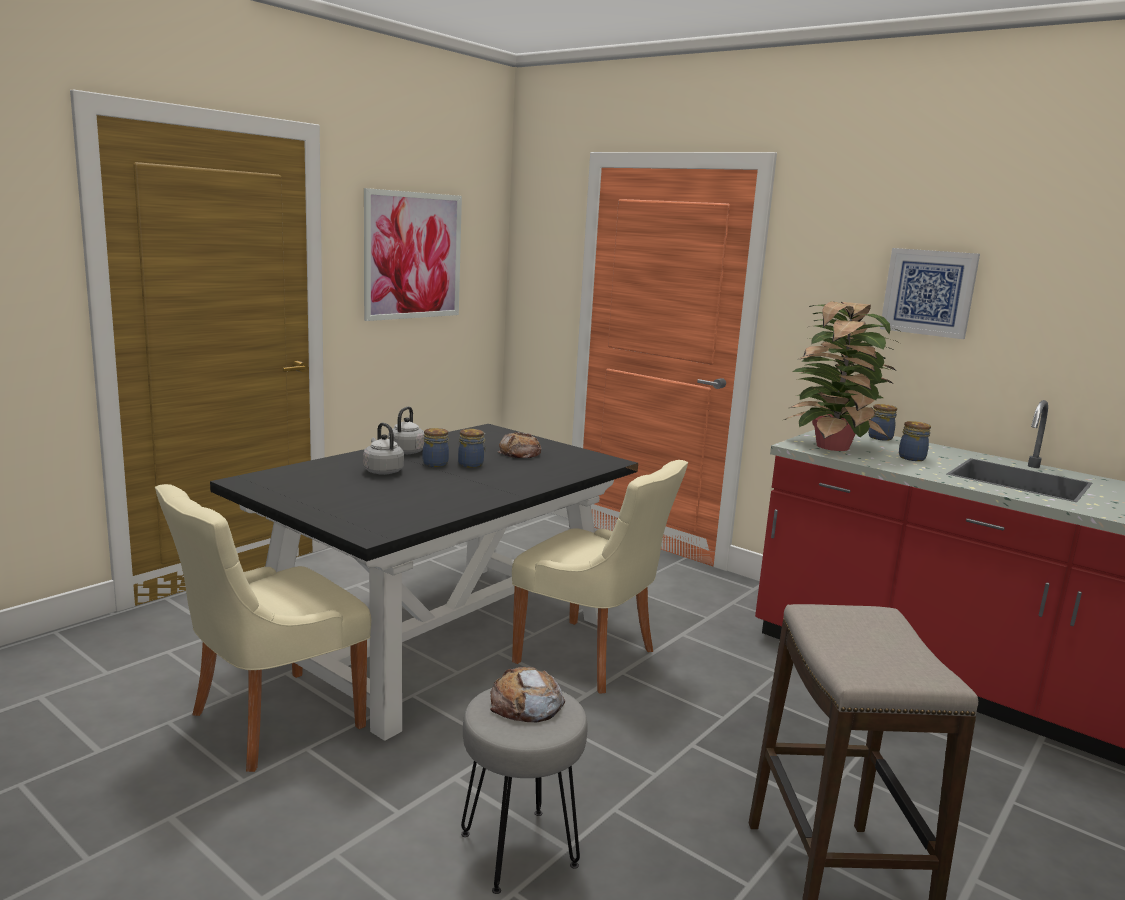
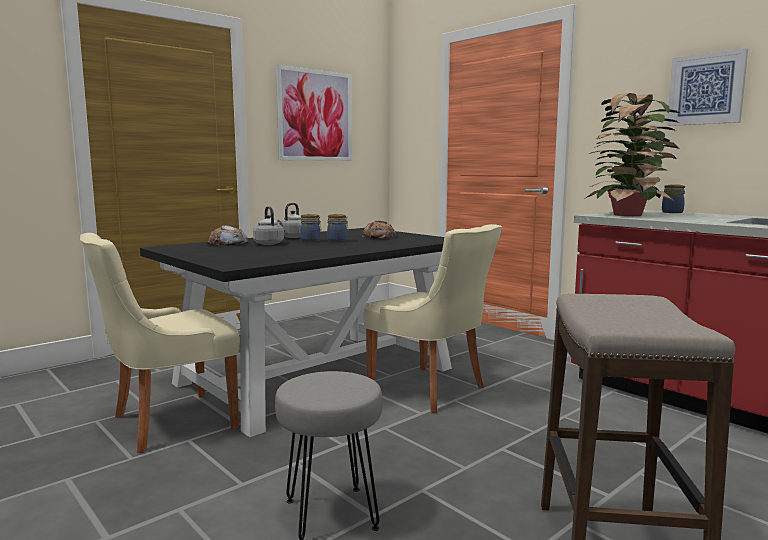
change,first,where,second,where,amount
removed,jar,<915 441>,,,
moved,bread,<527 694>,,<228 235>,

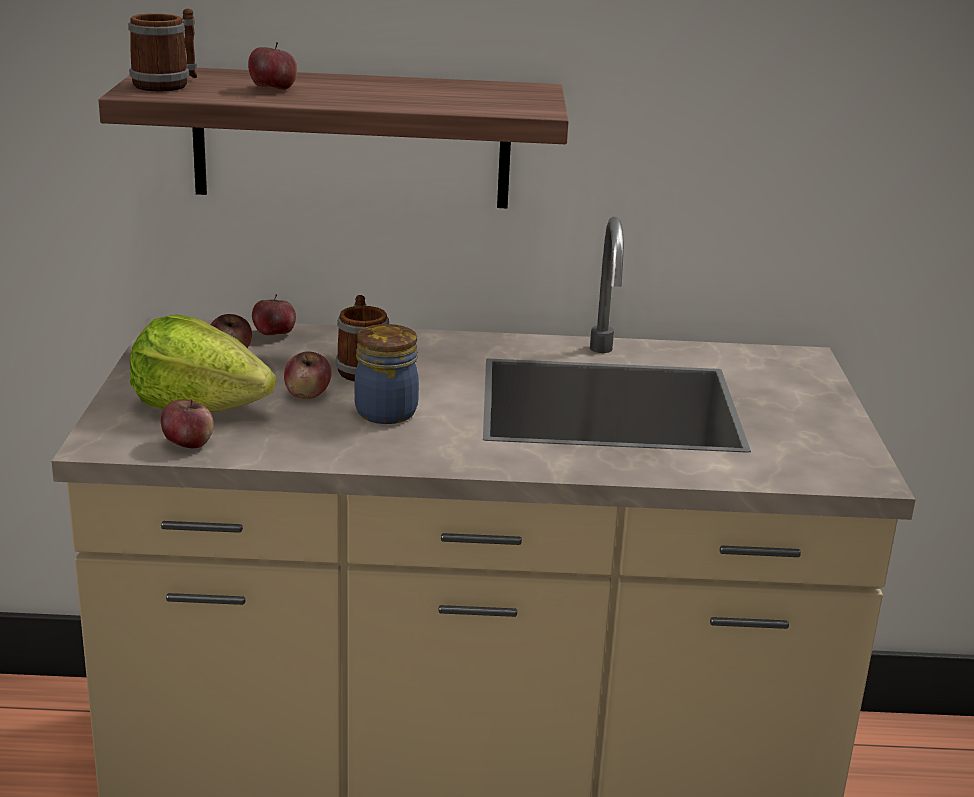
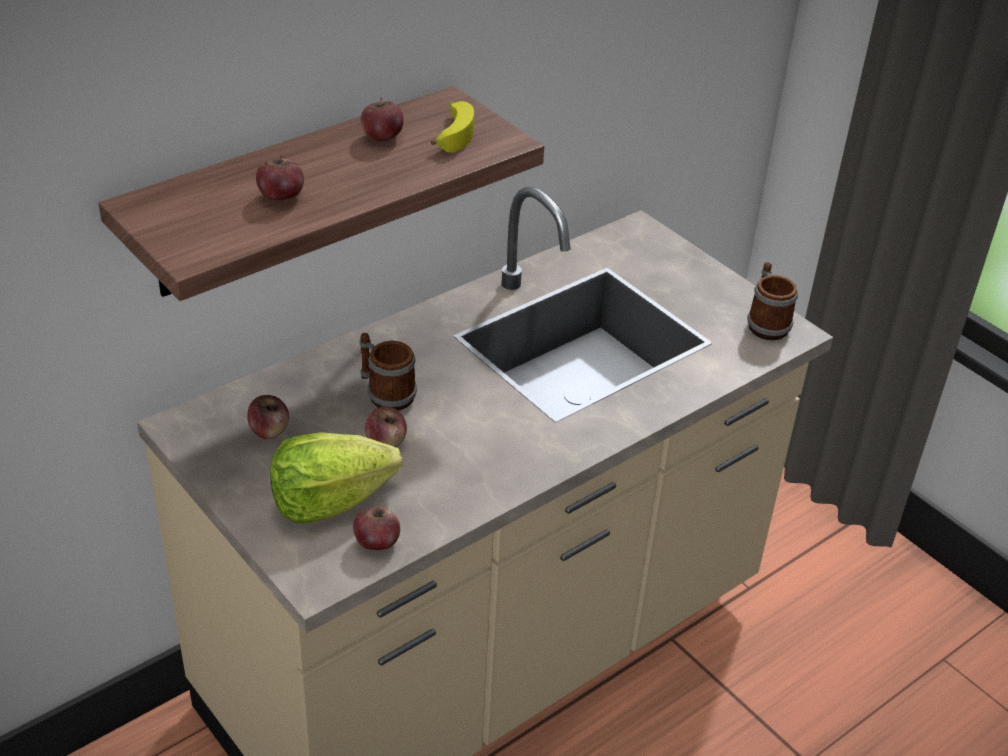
change,first,where,second,where,amount
moved,mug,<162 50>,,<772 301>,
moved,apple,<274 314>,,<382 119>,
removed,jar,<386 374>,,,
added,,,banana,<452 127>,

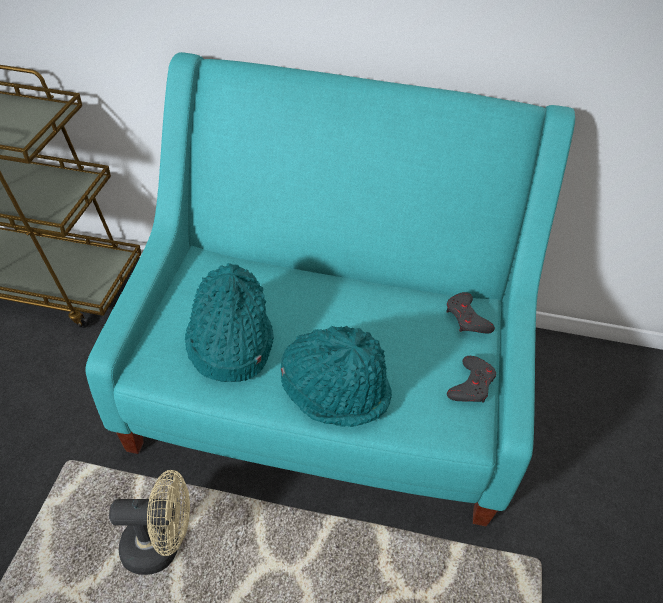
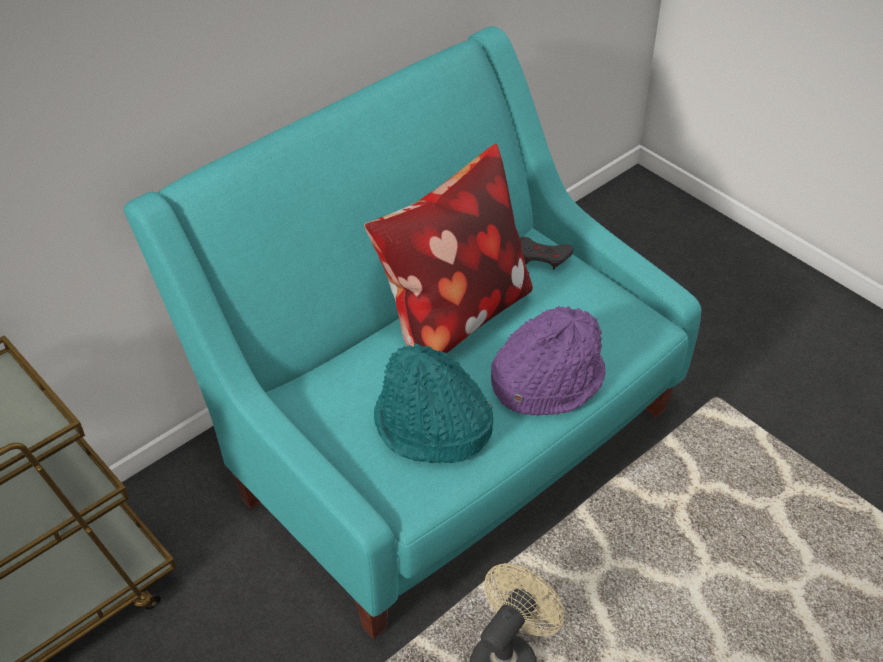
change,first,where,second,where,amount
recoloured,turquoise_hat,<336 376>,purple_hat,<548 361>,
removed,grey_game_controller,<471 379>,,,
added,,,pillow,<448 248>,

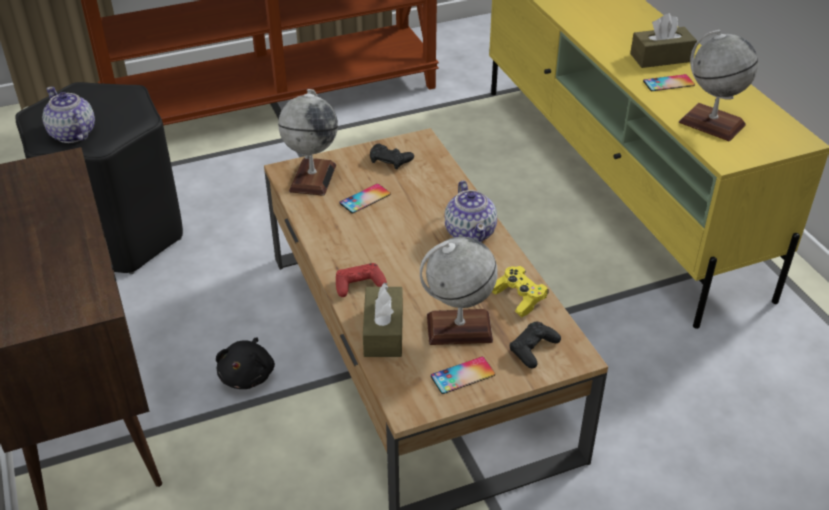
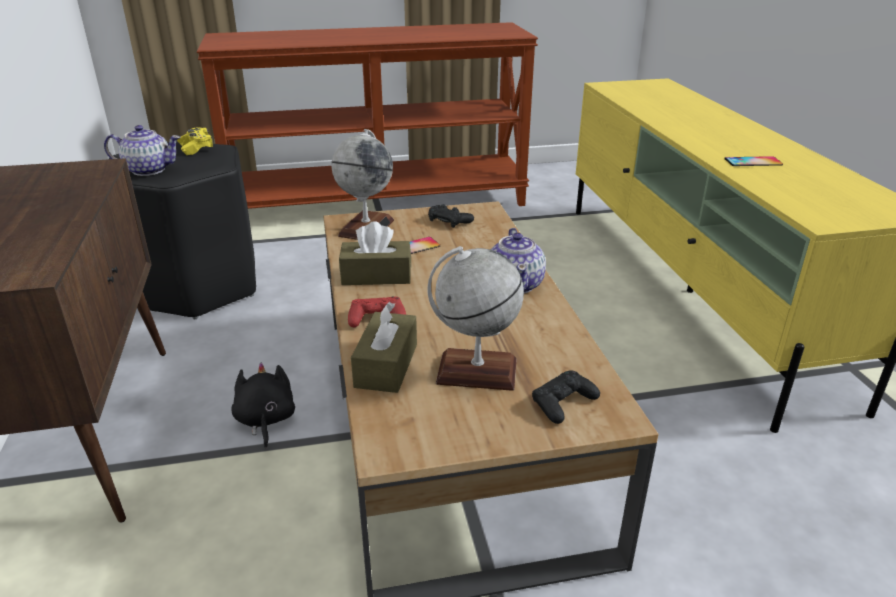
change,first,where,second,where,amount
moved,brown_tissue_box,<663 40>,,<375 253>,
removed,globe,<718 85>,,,
turned,teapot,<68 115>,,<142 150>,120 degrees clockwise
moved,yellow_game_controller,<520 291>,,<195 141>,
turned,black_plush_toy,<245 363>,,<263 406>,150 degrees clockwise
removed,phone,<463 375>,,,

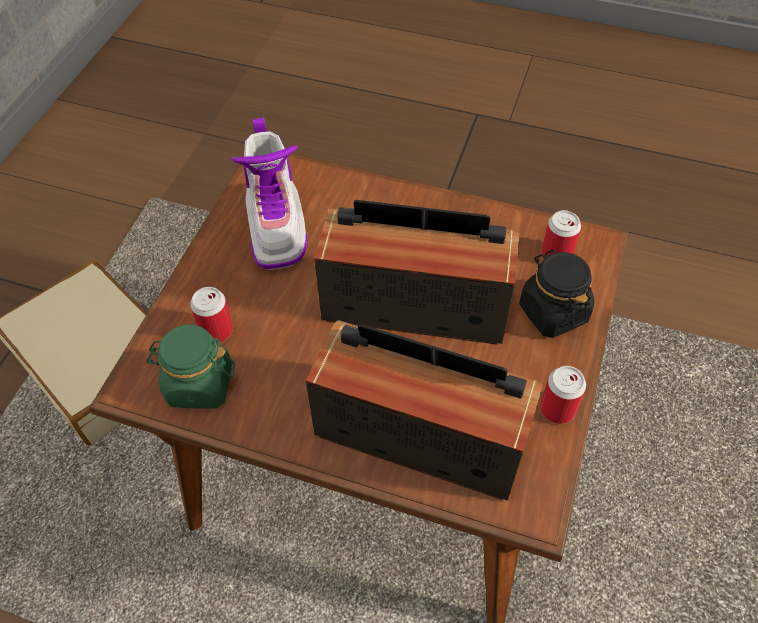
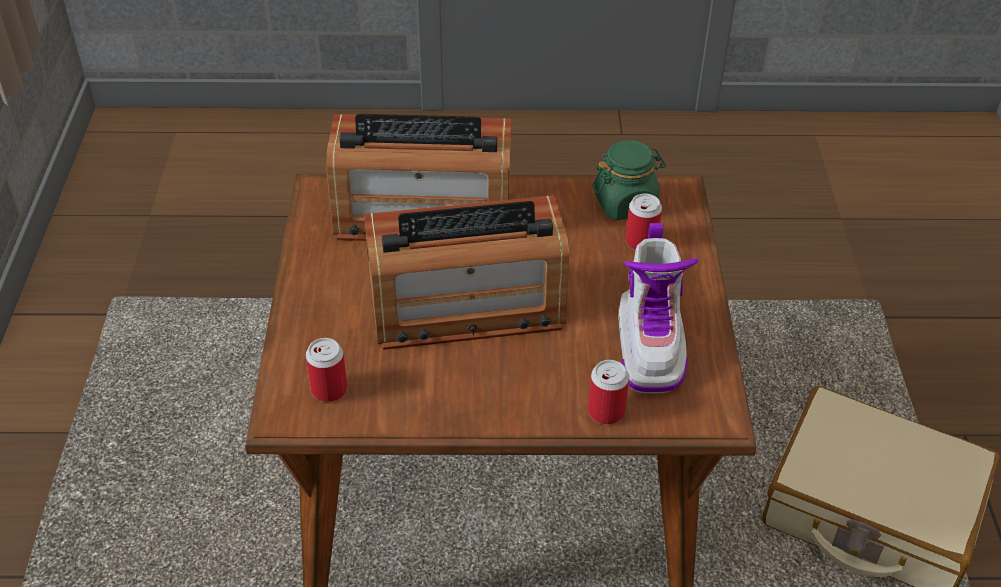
change,first,where,second,where,amount
turned,boot,<269 194>,,<658 308>,150 degrees counterclockwise
removed,black_jar,<556 294>,,,
moved,can,<563 395>,,<608 392>,

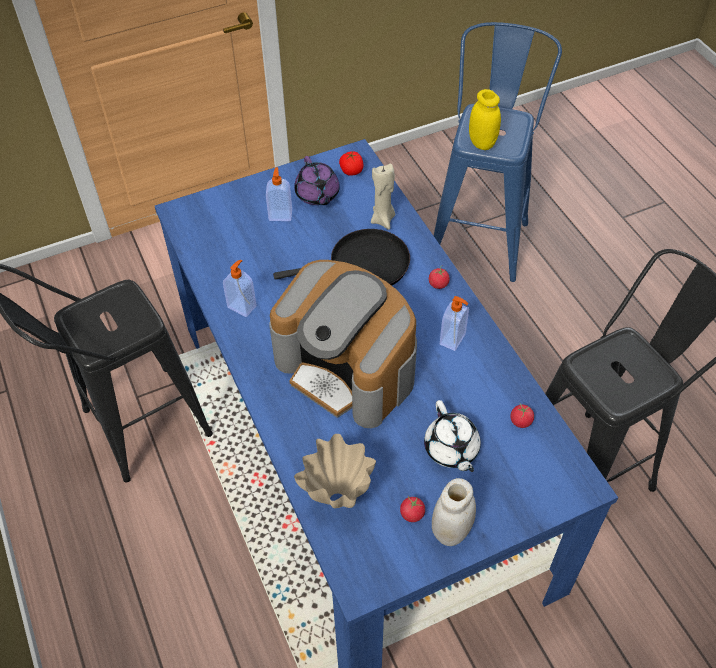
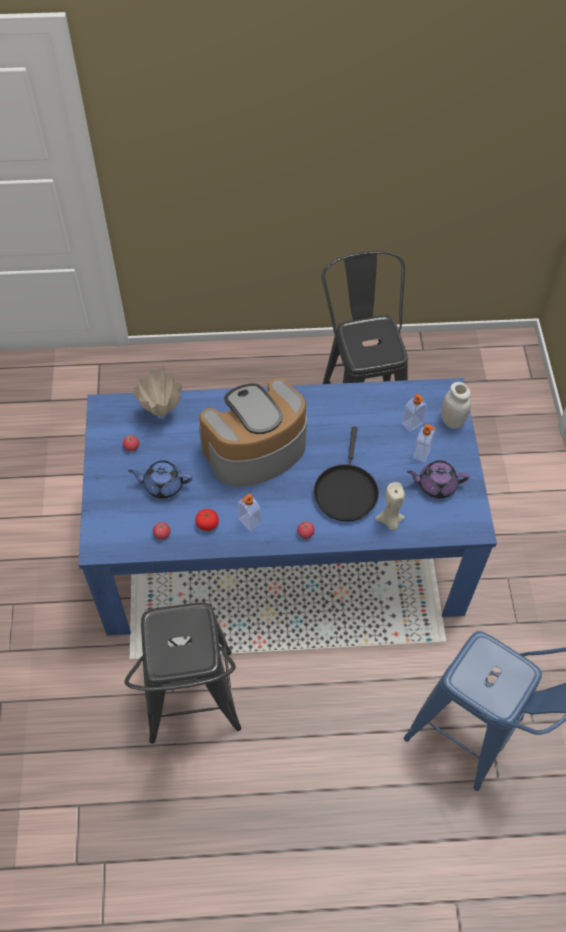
change,first,where,second,where,amount
removed,yellow_jar,<485 119>,,,
moved,tomato,<351 163>,,<207 520>,
moved,soap_dispenser,<240 288>,,<414 412>,
recoloured,white_teapot,<452 436>,blue_teapot,<160 479>,
moved,white_jar,<454 512>,,<456 405>,

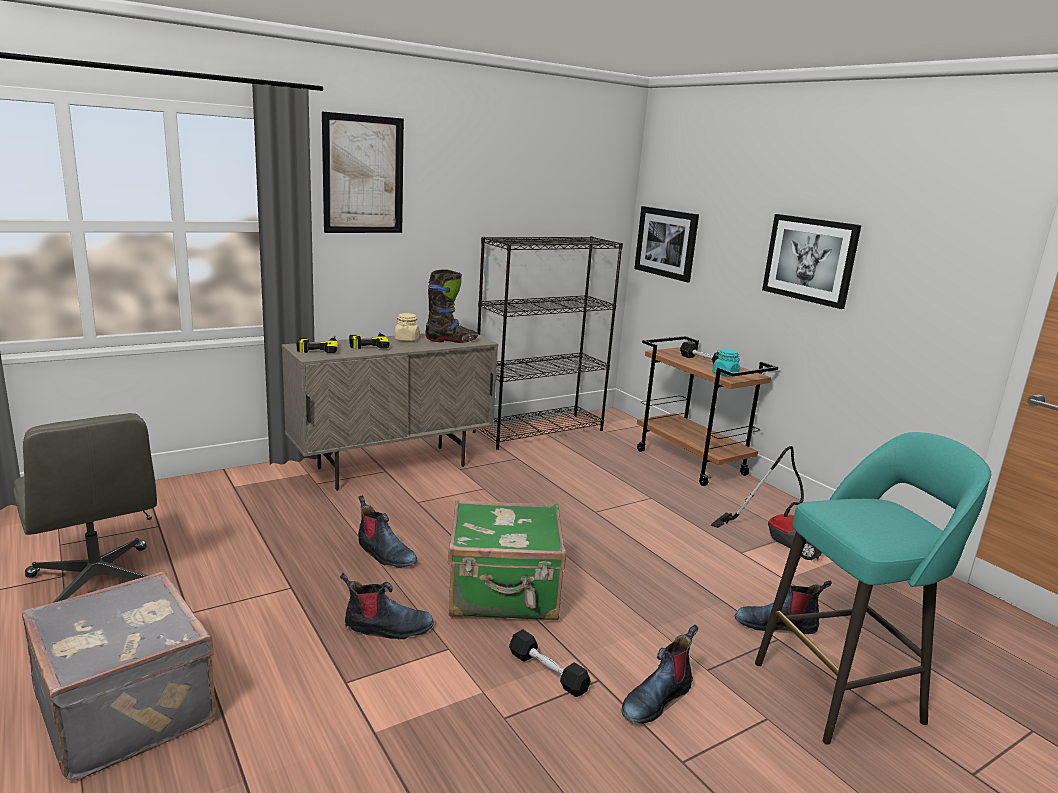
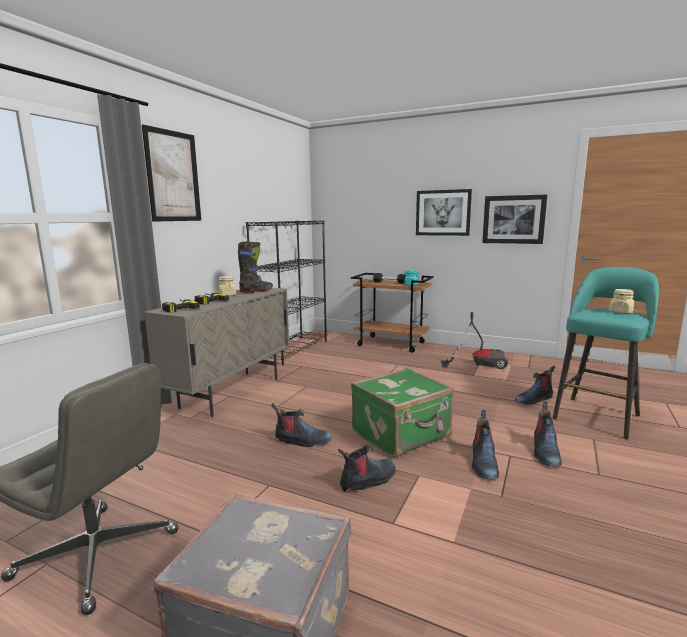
change,first,where,second,where,amount
moved,picture,<666 244>,,<514 219>,
replaced,black_dumbbell,<550 663>,boot,<485 444>,
added,,,beige_jar,<621 301>,

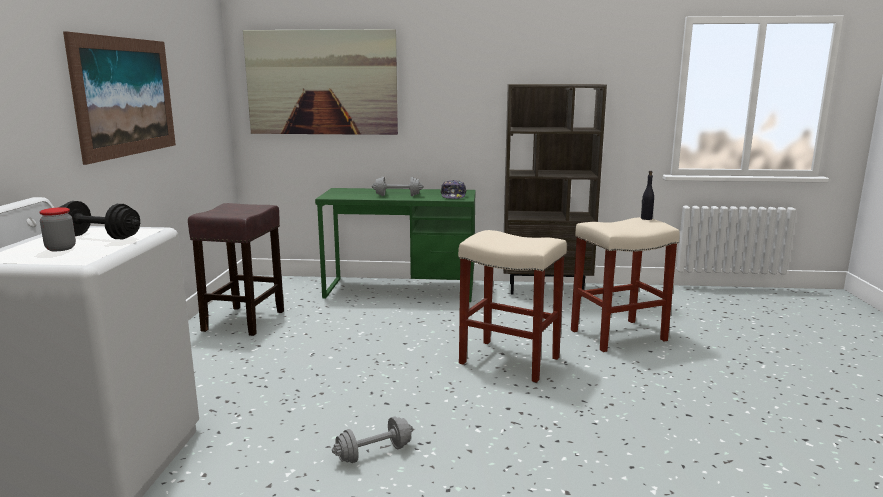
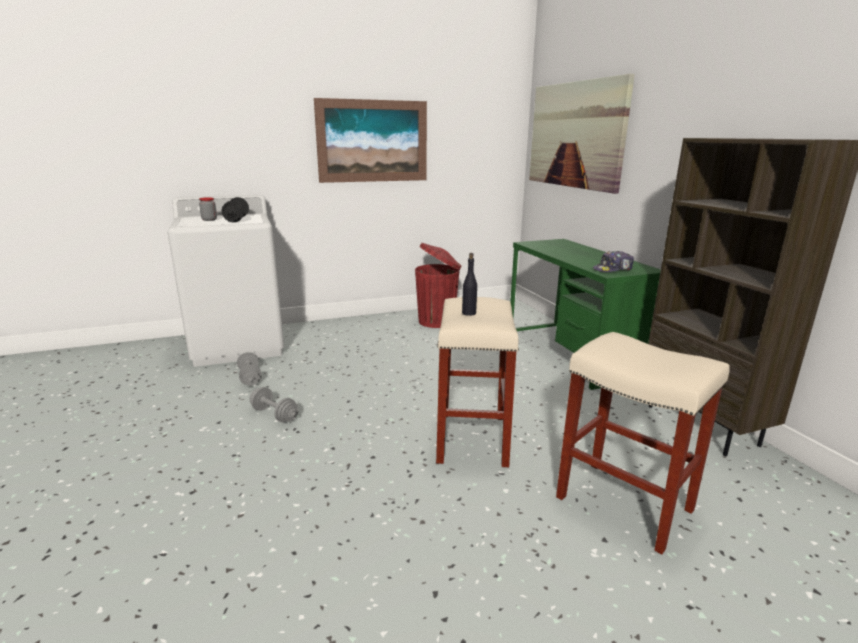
change,first,where,second,where,amount
moved,black_bottle,<647 195>,,<469 284>,
moved,grey_dumbbell,<398 186>,,<249 369>,
replaced,brown_stool,<236 269>,red_trash_can,<438 285>,

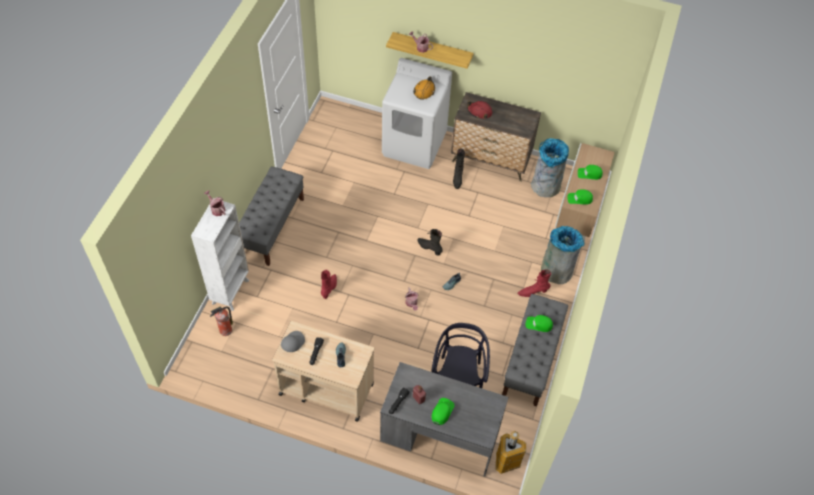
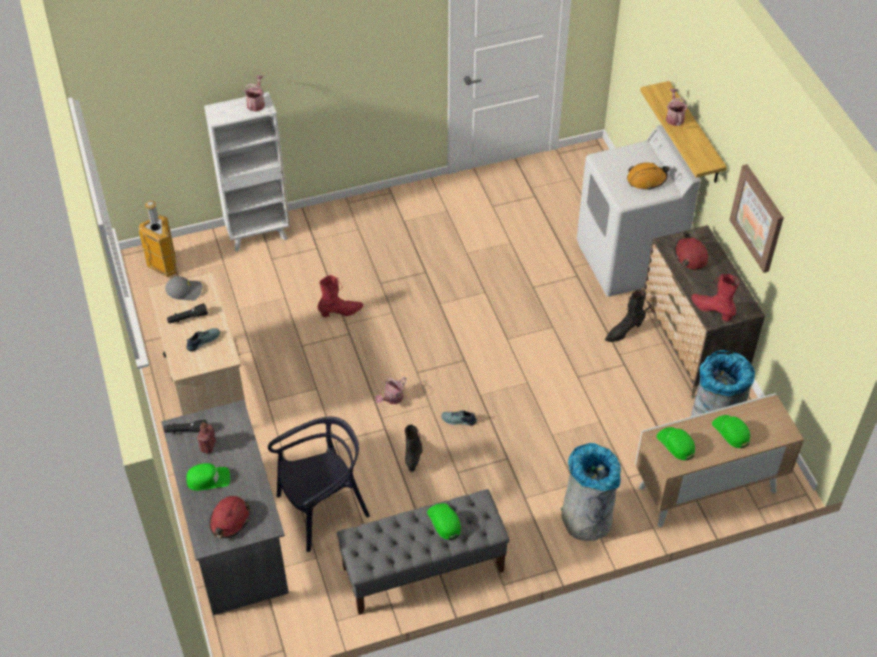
change,first,where,second,where,amount
removed,grey_bench,<271 216>,,,
moved,black_boot,<429 242>,,<413 448>,
moved,red_boot,<534 283>,,<715 298>,
removed,fire_extinguisher,<221 321>,,,
moved,trash_can,<511 452>,,<157 238>,
added,,,picture,<756 218>,
added,,,red_hard_hat,<230 517>,

